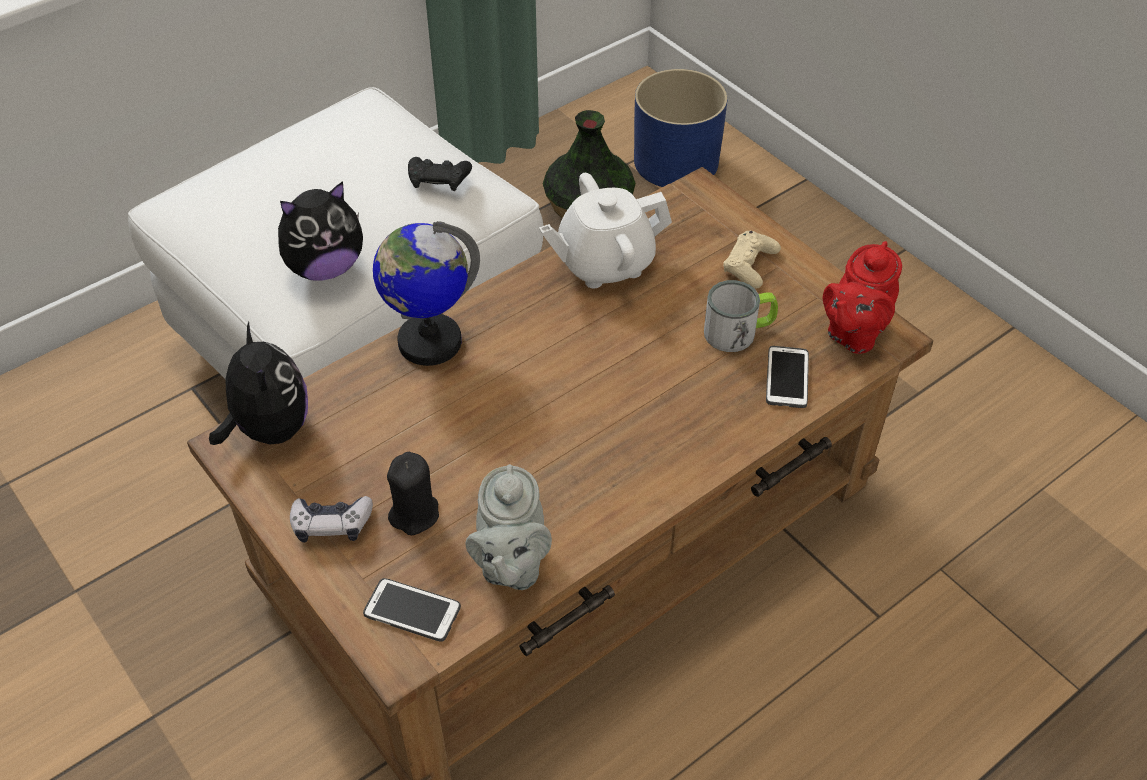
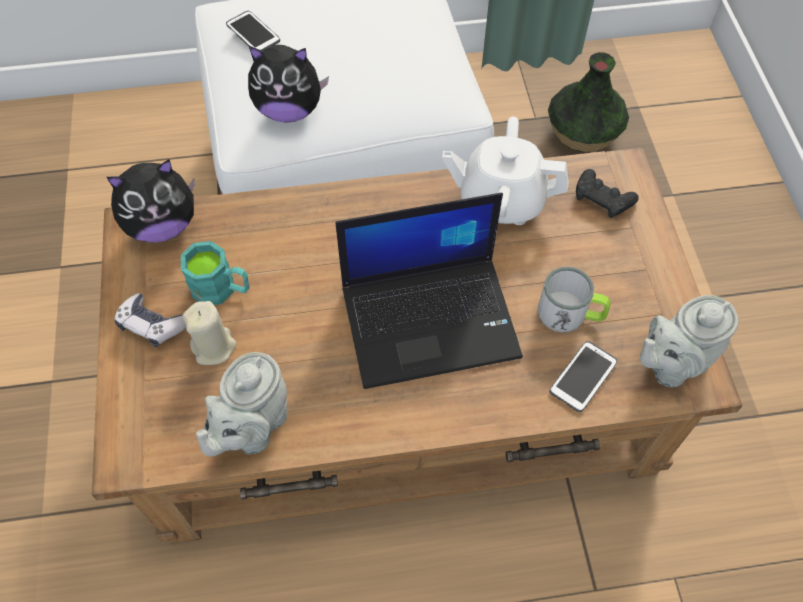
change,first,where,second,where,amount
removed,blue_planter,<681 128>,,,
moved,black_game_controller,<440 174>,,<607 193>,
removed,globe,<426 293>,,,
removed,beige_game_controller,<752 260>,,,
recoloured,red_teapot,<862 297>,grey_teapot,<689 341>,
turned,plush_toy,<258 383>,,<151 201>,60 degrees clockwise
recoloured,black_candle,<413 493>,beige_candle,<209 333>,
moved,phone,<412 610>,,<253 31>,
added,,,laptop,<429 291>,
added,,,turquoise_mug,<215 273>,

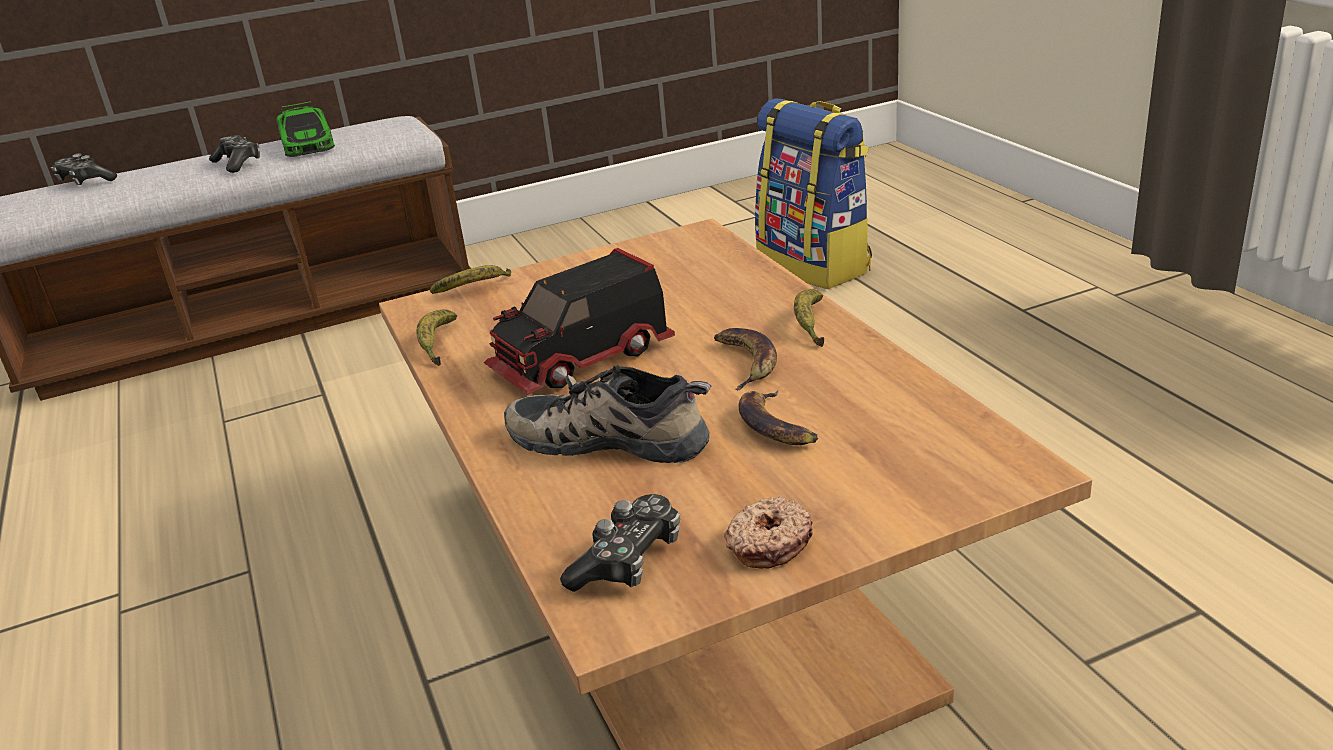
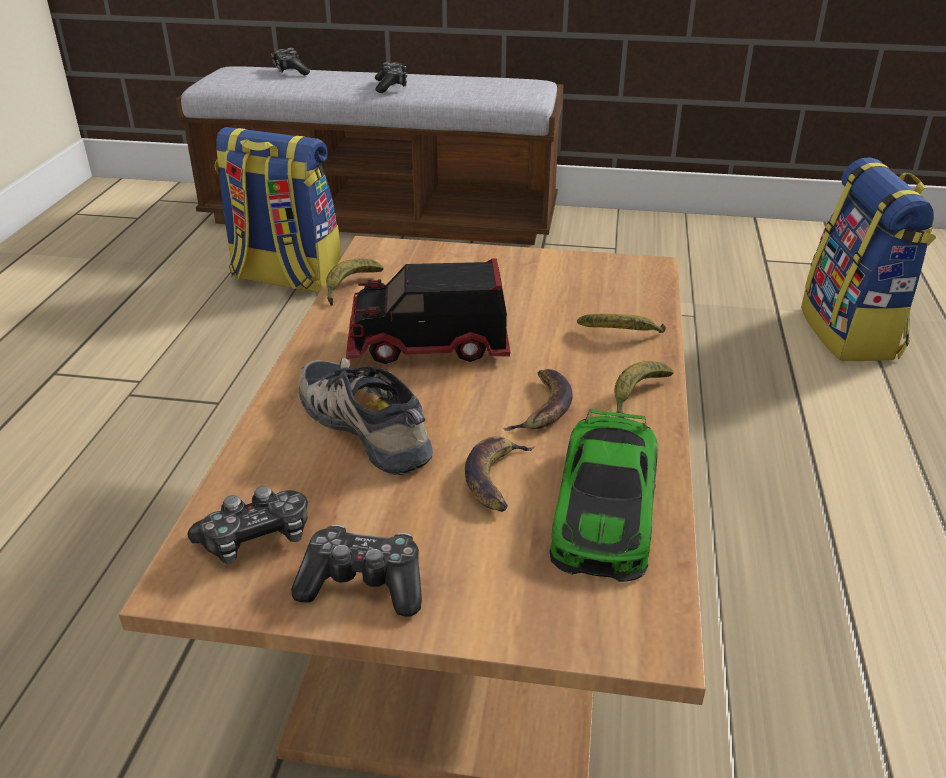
change,first,where,second,where,amount
moved,toy_car,<305 129>,,<603 496>,
moved,banana,<470 279>,,<621 323>,
replaced,donut,<768 532>,game_controller,<356 571>,
added,,,backpack,<278 210>,

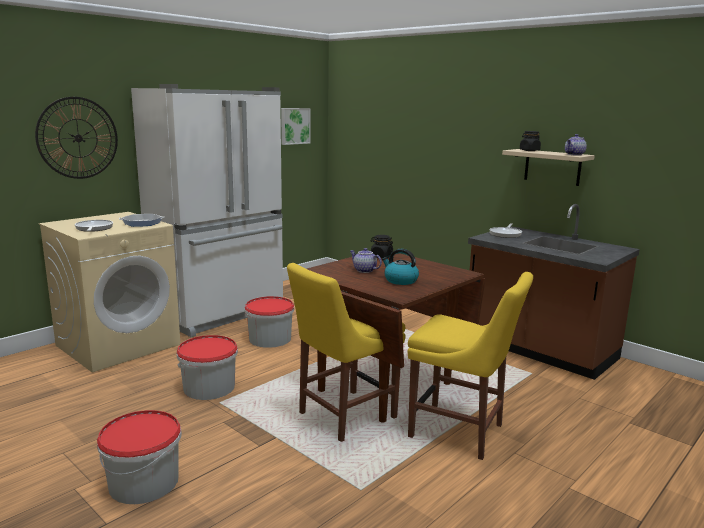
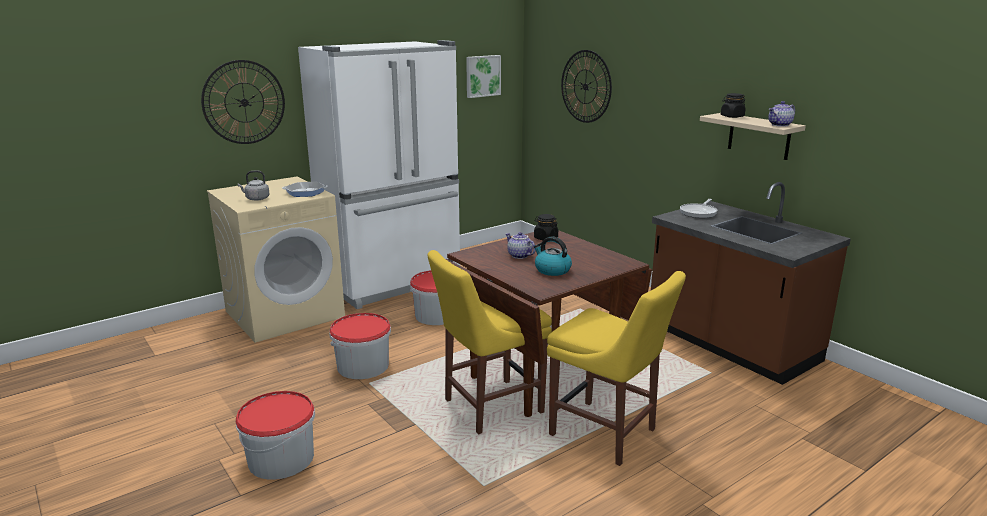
change,first,where,second,where,amount
replaced,frying_pan,<94 226>,grey_kettle,<254 185>,
added,,,wall_clock,<586 86>,

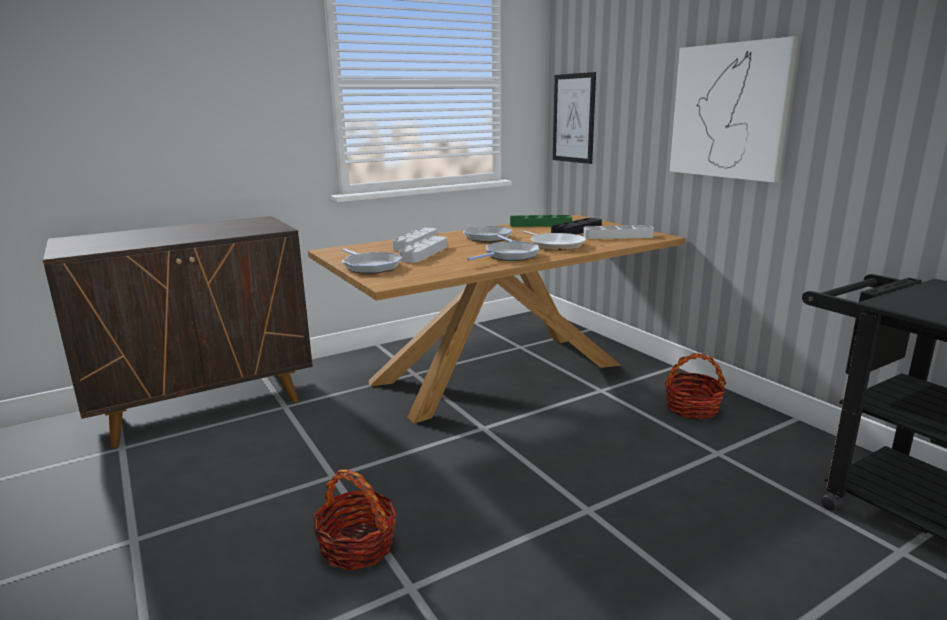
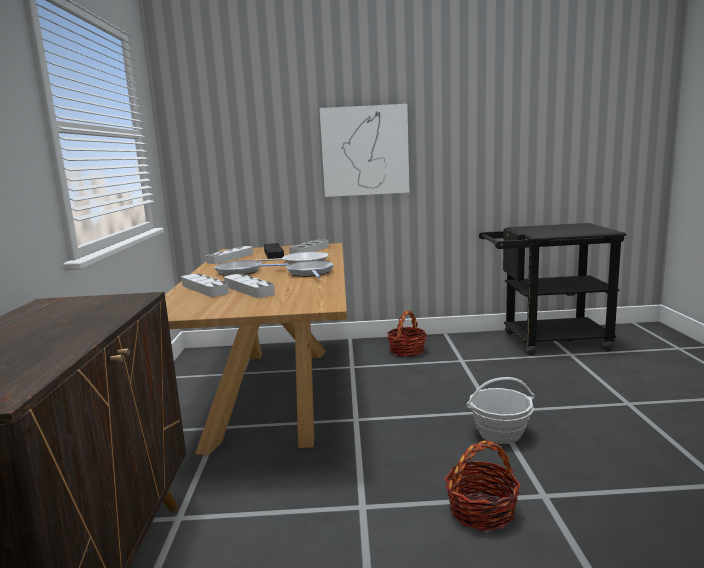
change,first,where,second,where,amount
removed,picture,<574 118>,,,
recoloured,green_tray,<541 221>,grey_tray,<229 255>,
removed,frying_pan,<372 261>,,,
added,,,basket,<500 410>,

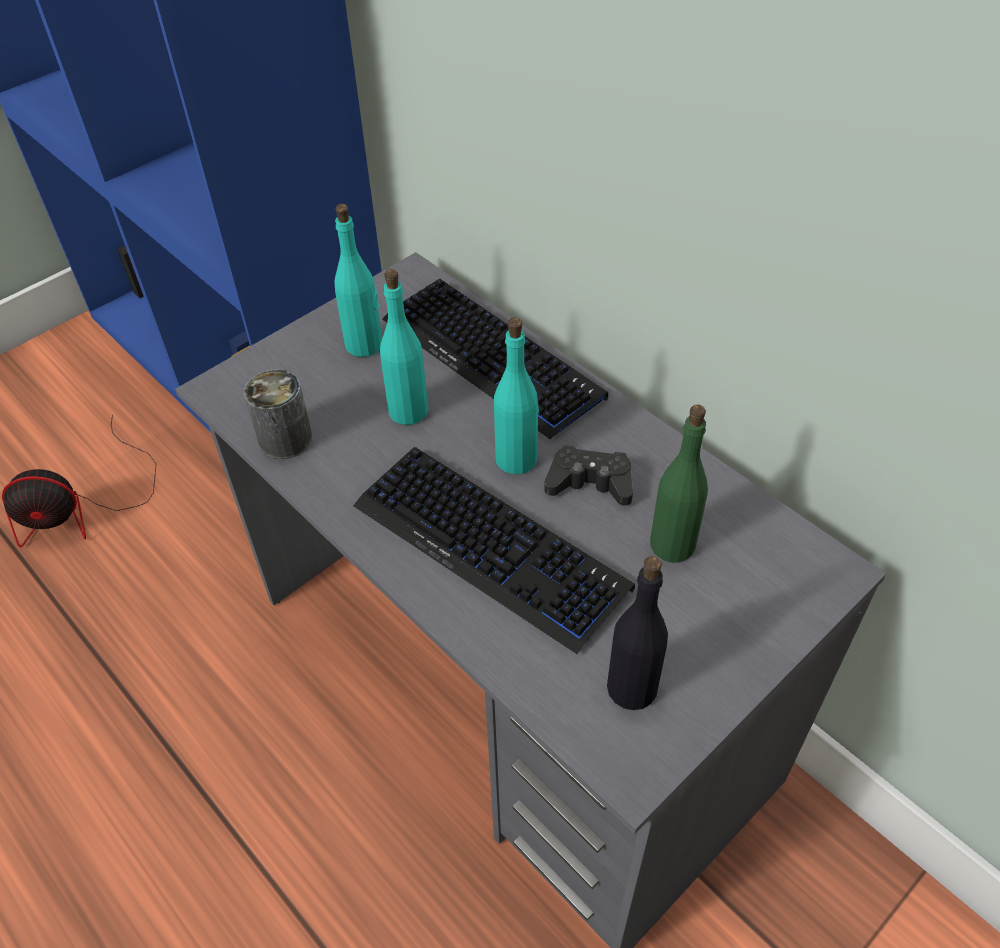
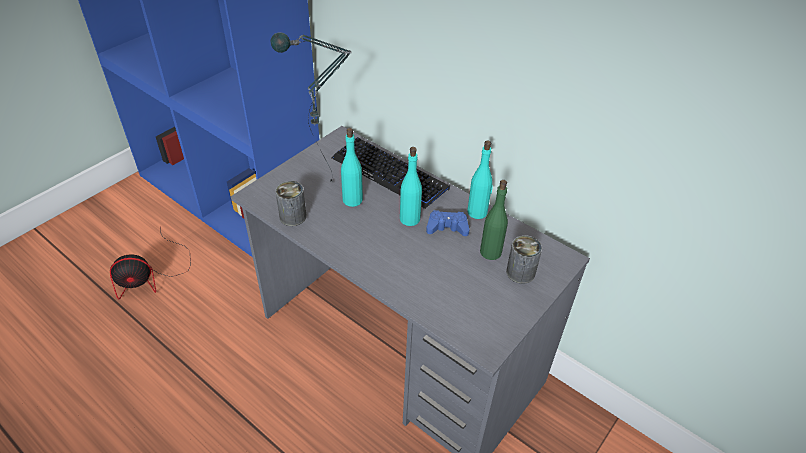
change,first,where,second,where,amount
moved,turquoise_bottle,<358 280>,,<480 179>,
recoloured,black_game_controller,<588 475>,blue_game_controller,<447 223>,
removed,keyboard,<494 550>,,,
removed,black_bottle,<637 633>,,,
added,,,table_lamp,<311 107>,
added,,,can,<524 259>,

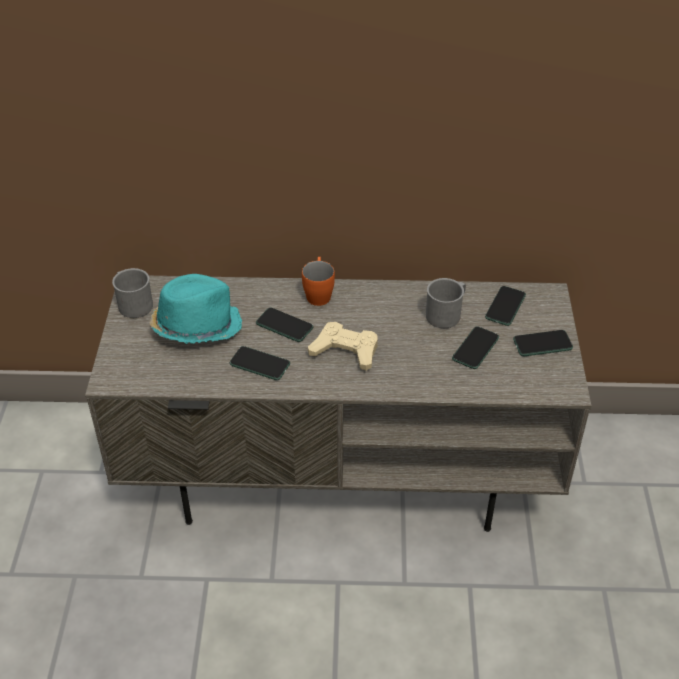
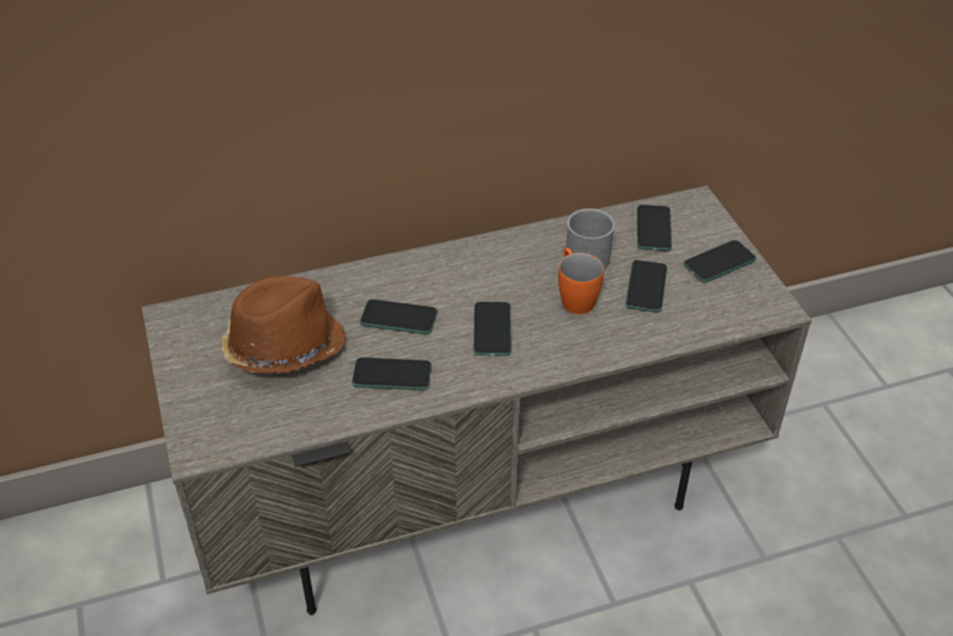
change,first,where,second,where,amount
moved,orange_mug,<318 281>,,<581 281>,
removed,grey_mug,<132 293>,,,
recoloured,turquoise_hat,<196 309>,brown_hat,<283 325>,
replaced,beige_game_controller,<343 346>,phone,<492 329>,

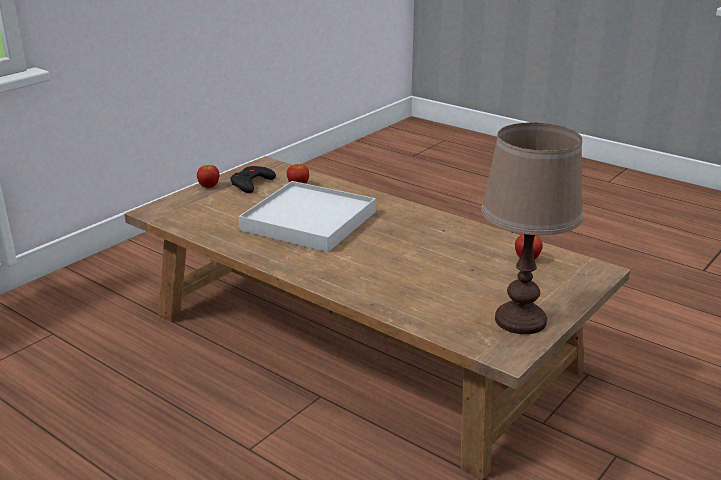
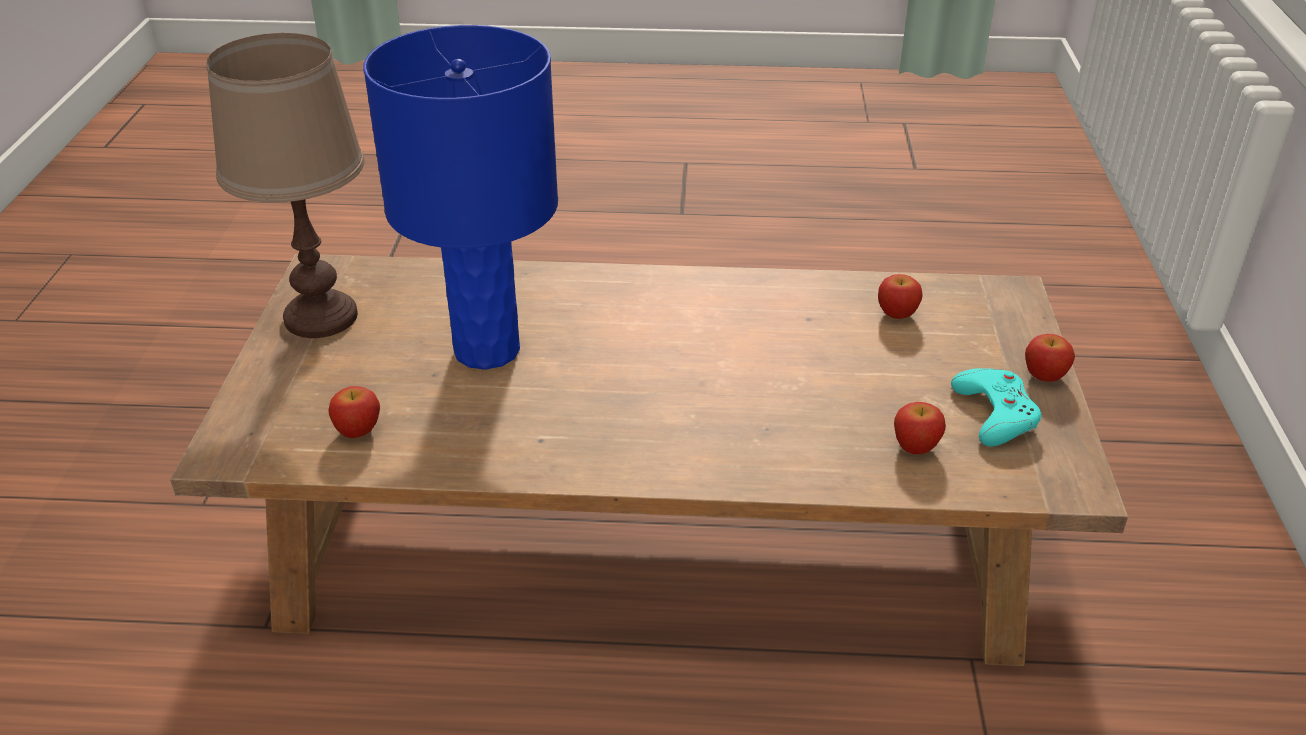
change,first,where,second,where,amount
recoloured,black_game_controller,<253 179>,turquoise_game_controller,<996 407>,
removed,white_tray,<307 216>,,,
added,,,blue_table_lamp,<460 197>,
added,,,apple,<900 296>,

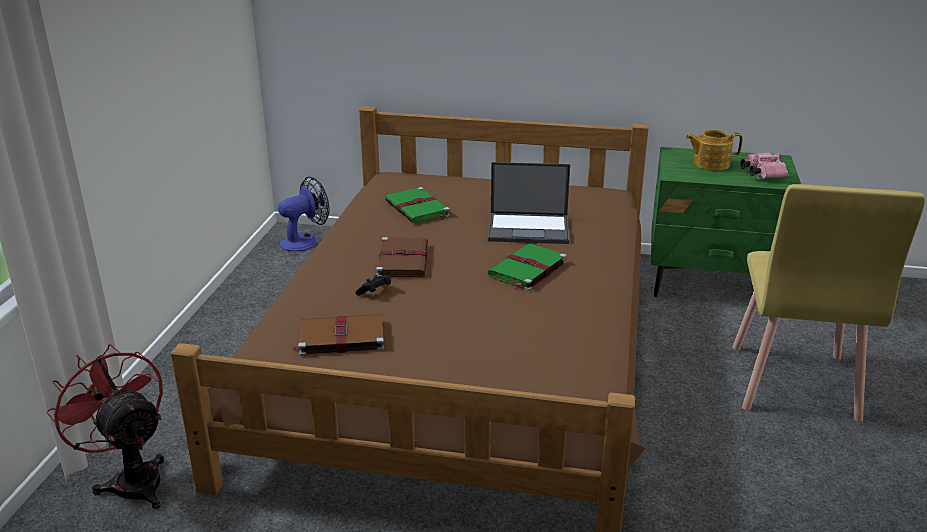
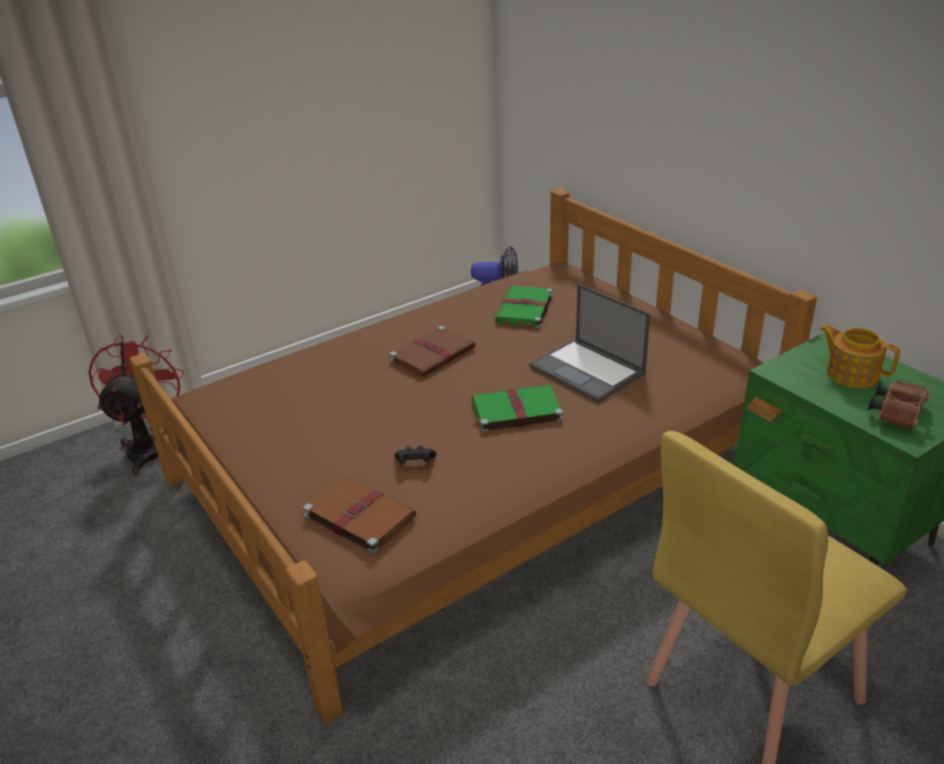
change,first,where,second,where,amount
recoloured,pink_binoculars,<764 166>,brown_binoculars,<899 405>,
moved,black_game_controller,<373 285>,,<415 454>,
moved,brown_book,<338 335>,,<359 515>,

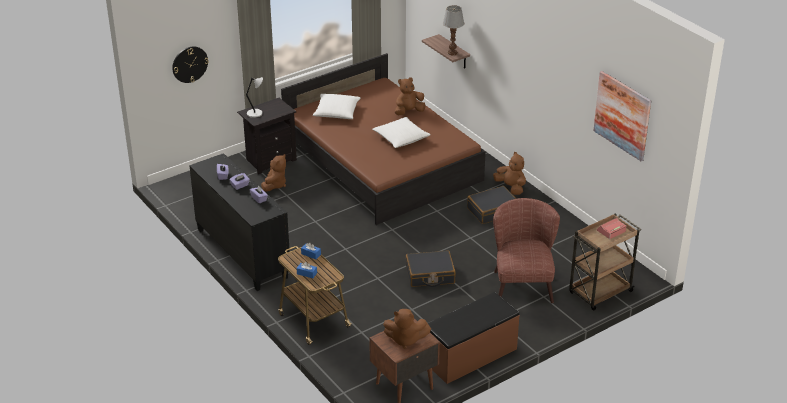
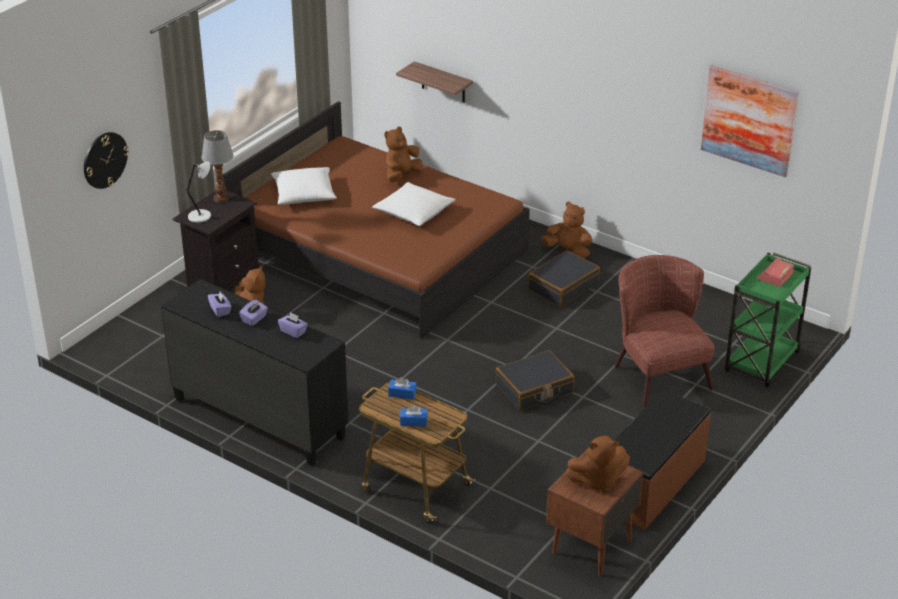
change,first,where,second,where,amount
moved,table_lamp,<453 30>,,<218 166>,
recoloured,brown_cart,<605 262>,green_cart,<768 320>,

